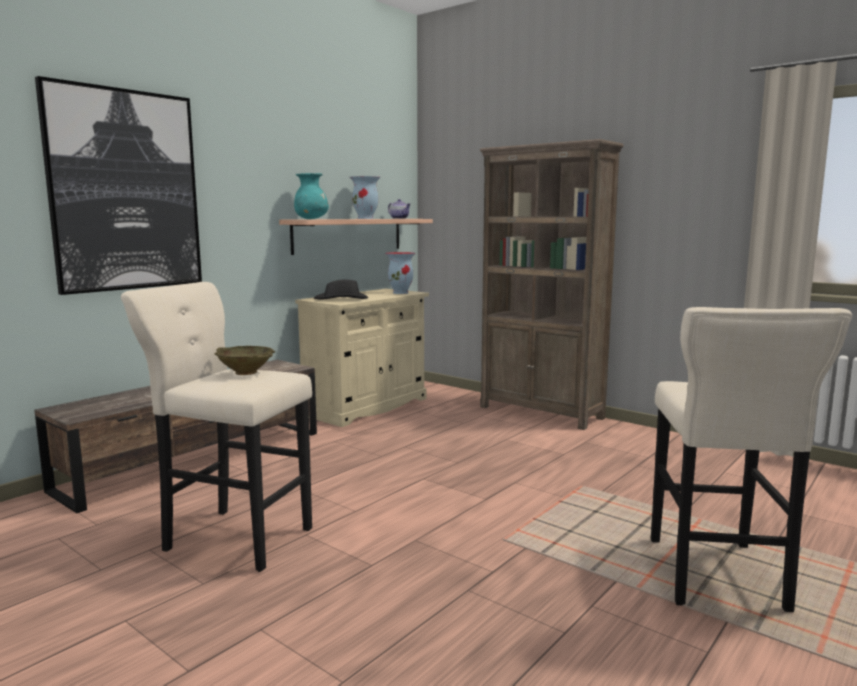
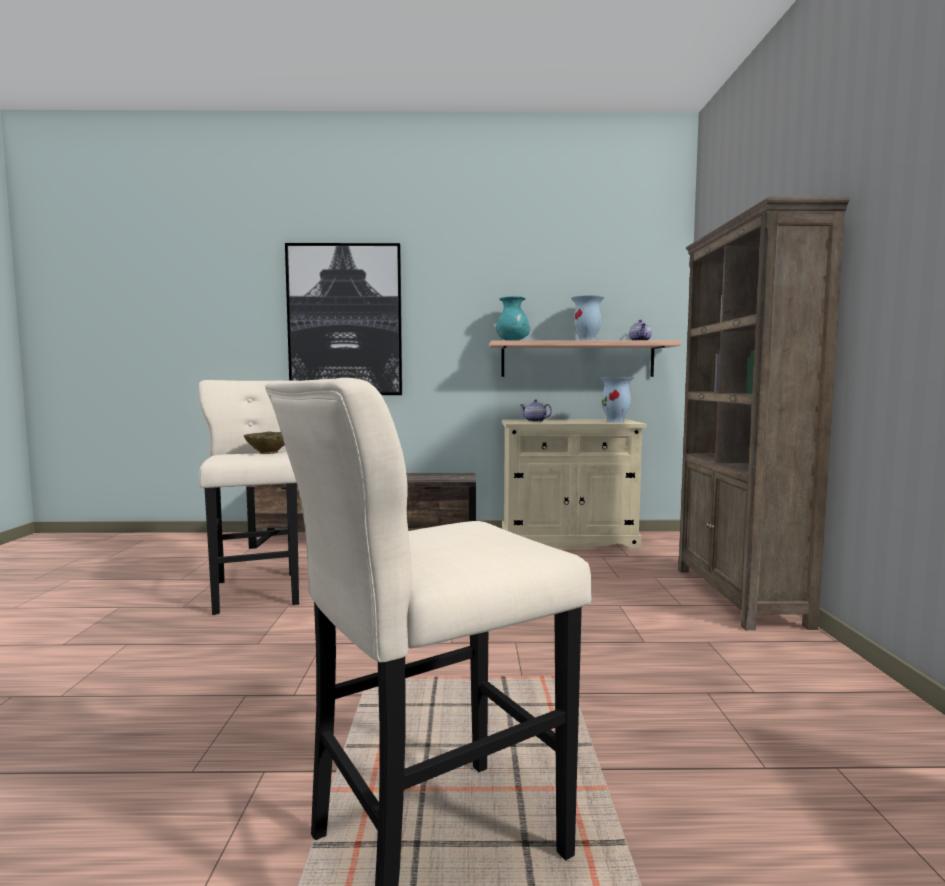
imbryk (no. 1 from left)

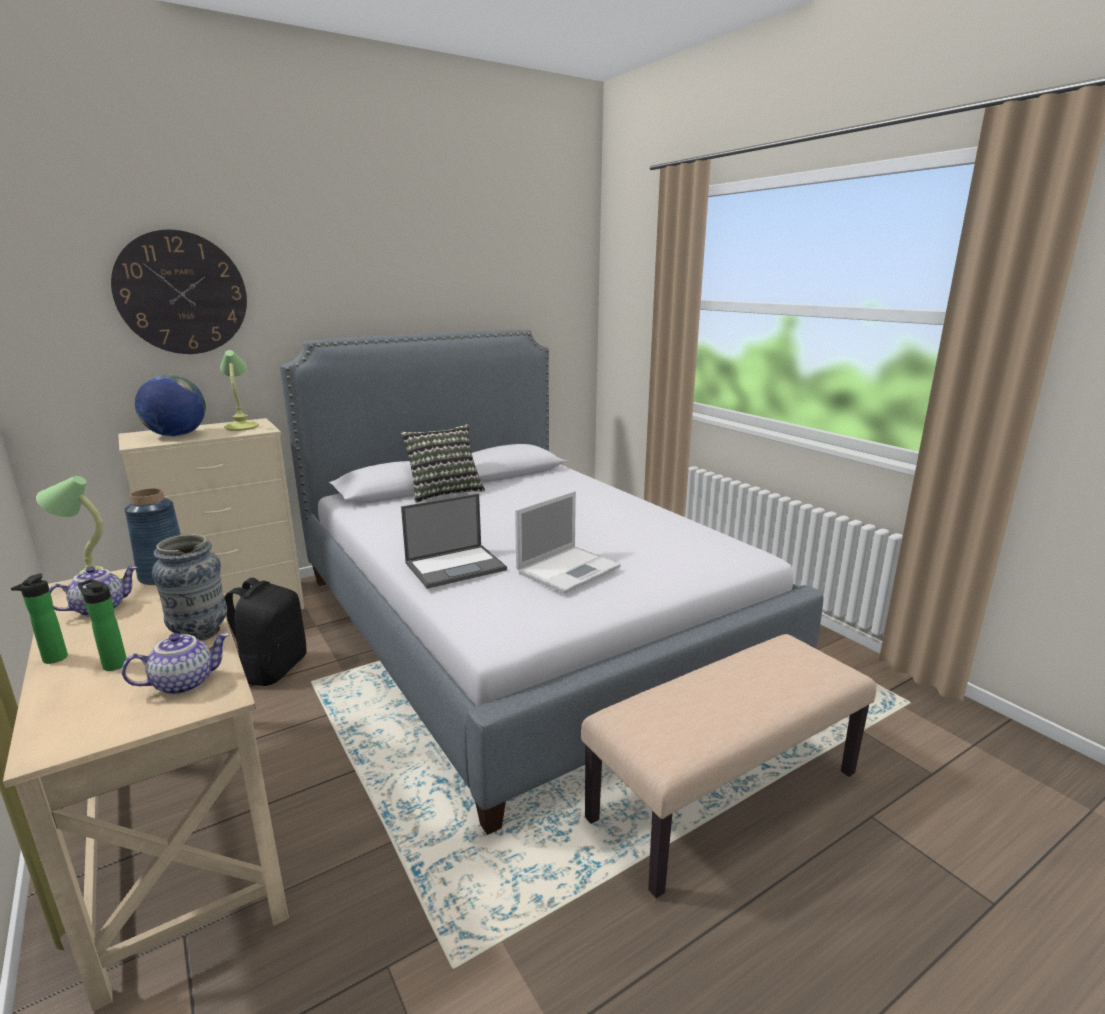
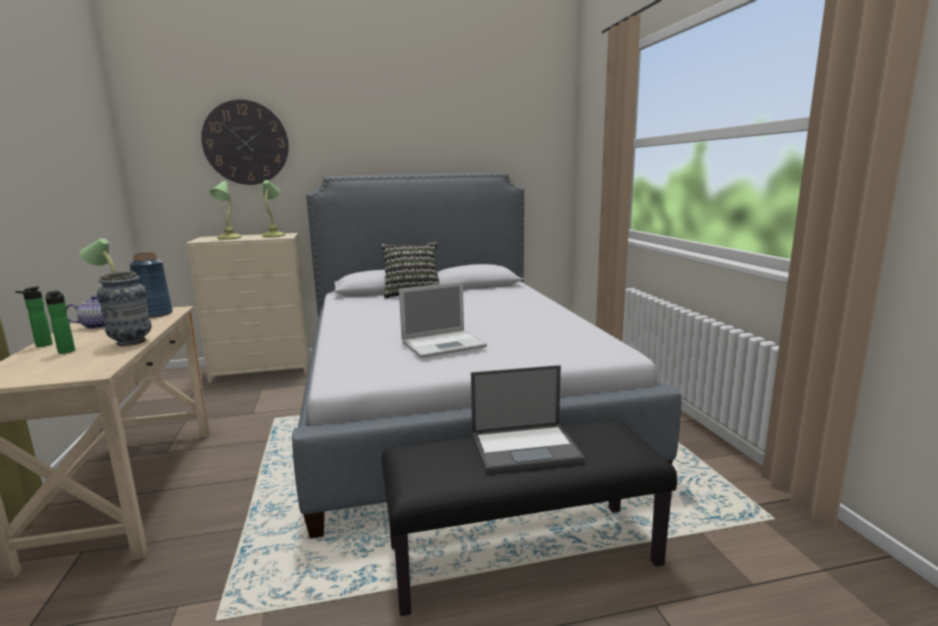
imbryk (no. 2 from left in the first image)
lampa stołowa (no. 2 from left)
plecak [czarny]
laptop (no. 2 from left)
ławka [czarny]

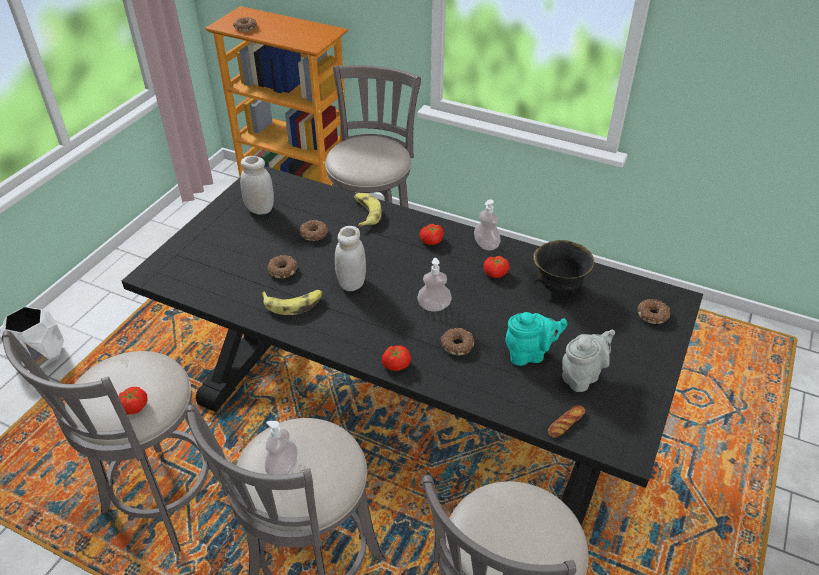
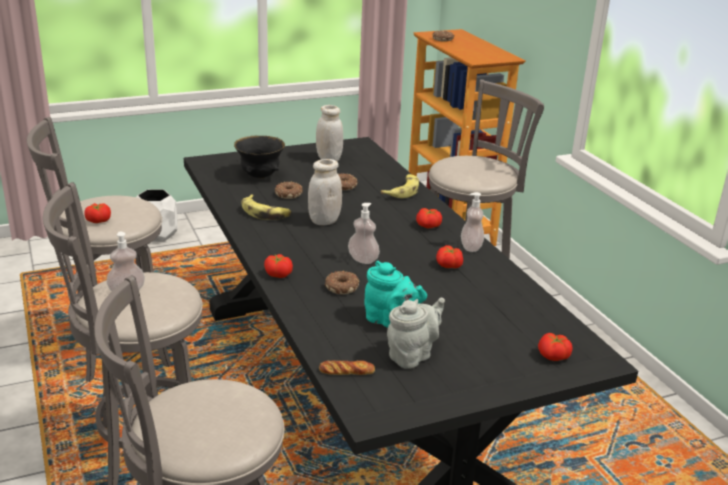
miska [czarny]
imbryk [szary]
pomidor (no. 5 from left)

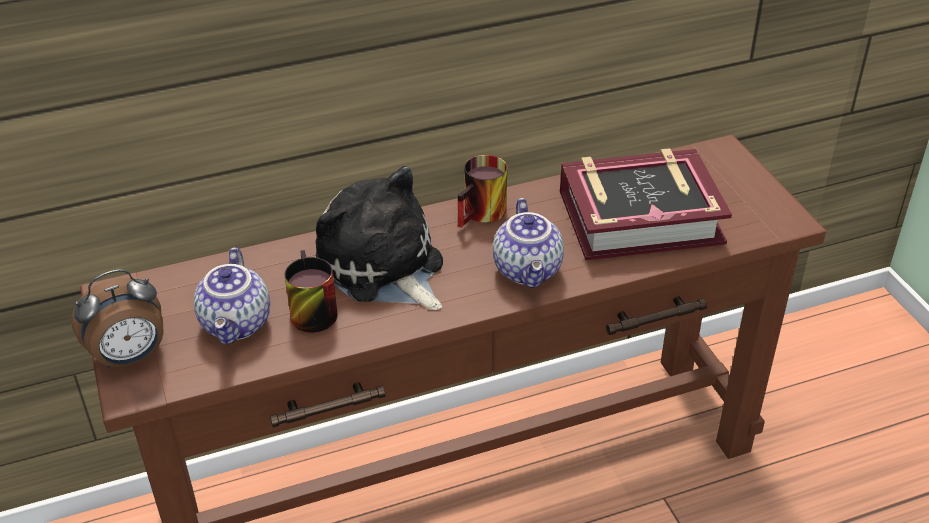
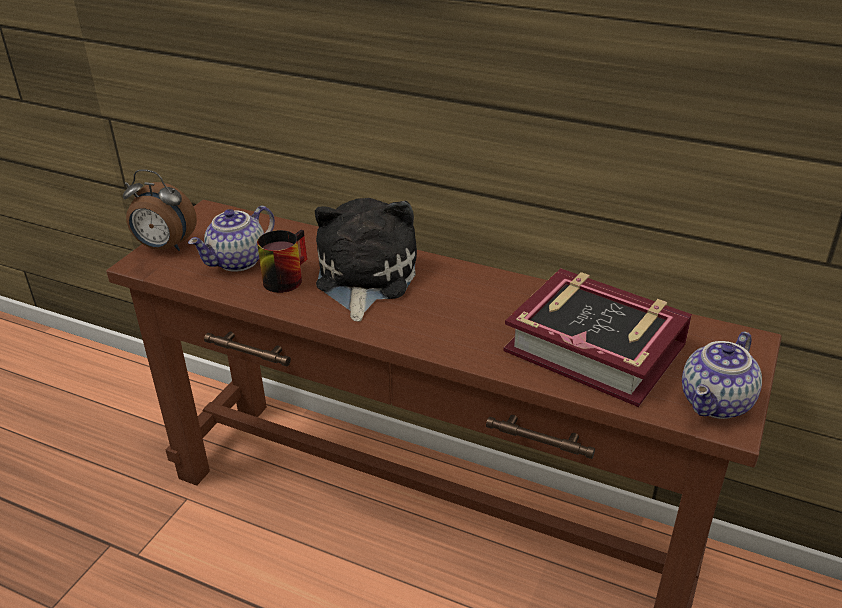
kubek (no. 2 from left in the first image)
imbryk (no. 2 from left)

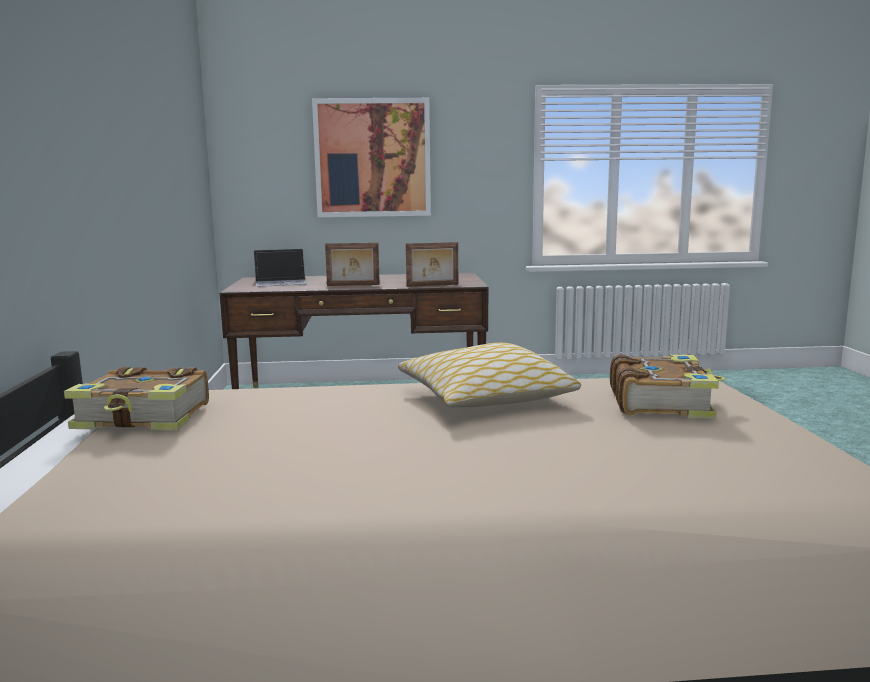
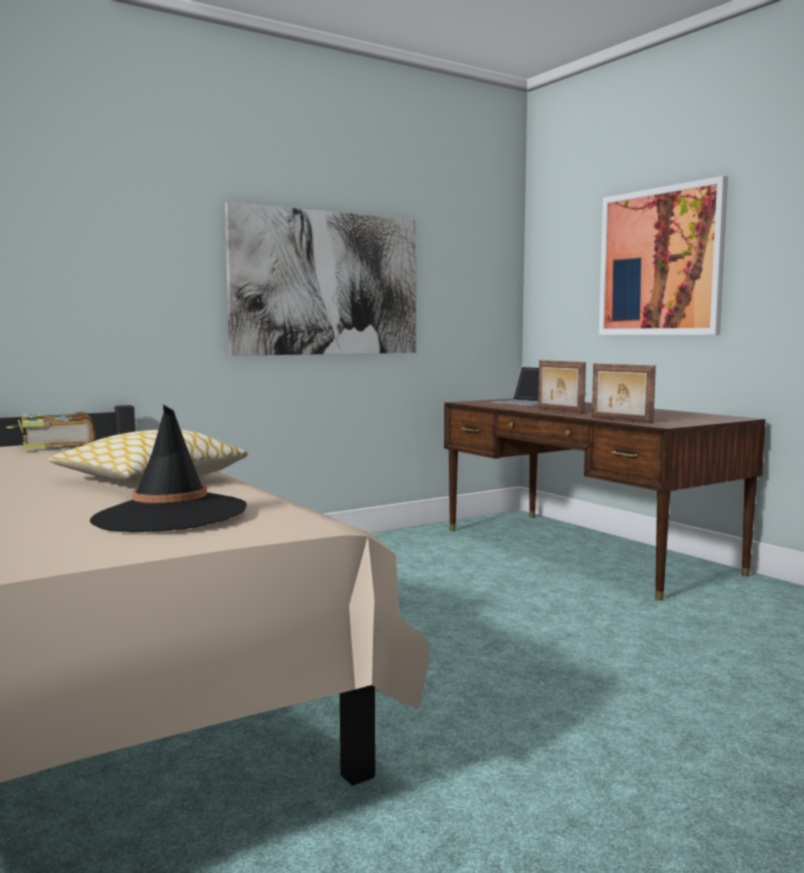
kapelusz [czarny]
obraz (no. 1 from left)

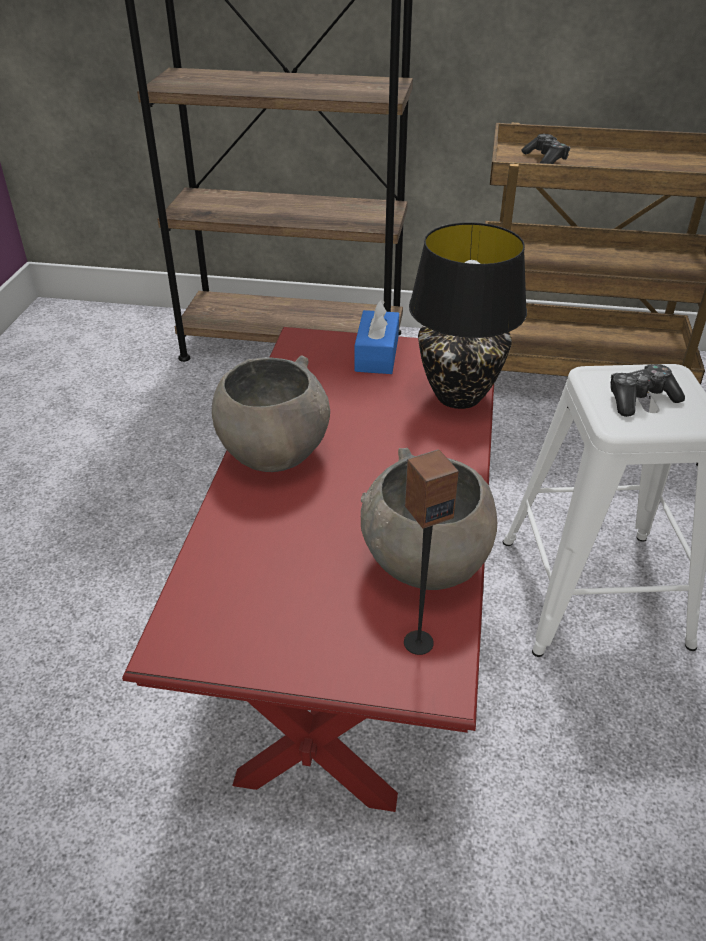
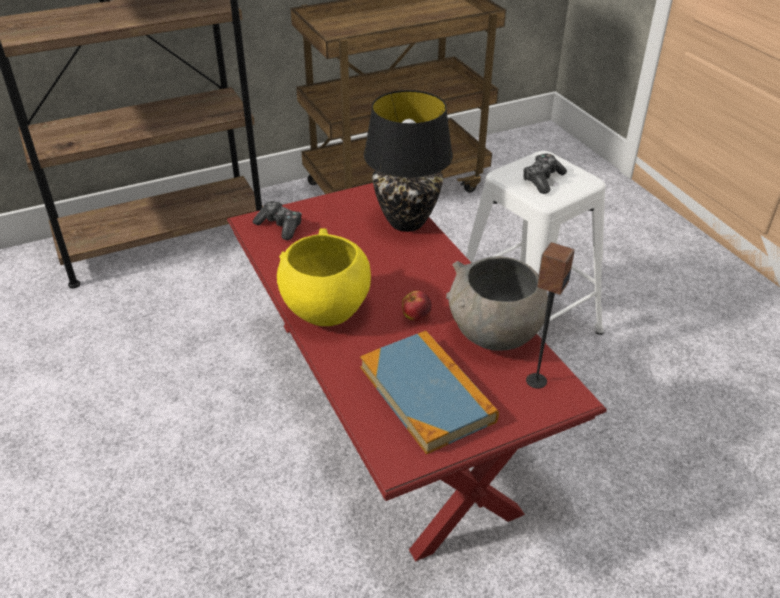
miska [żółty]
pudełko chusteczek [niebieski]
pad do gier (no. 1 from left)
książka
jabłko

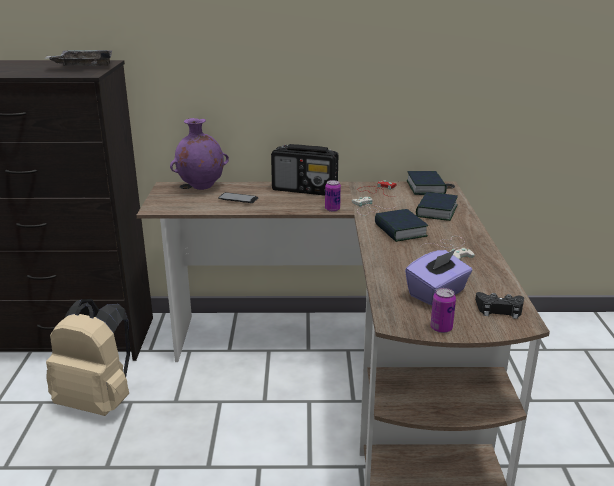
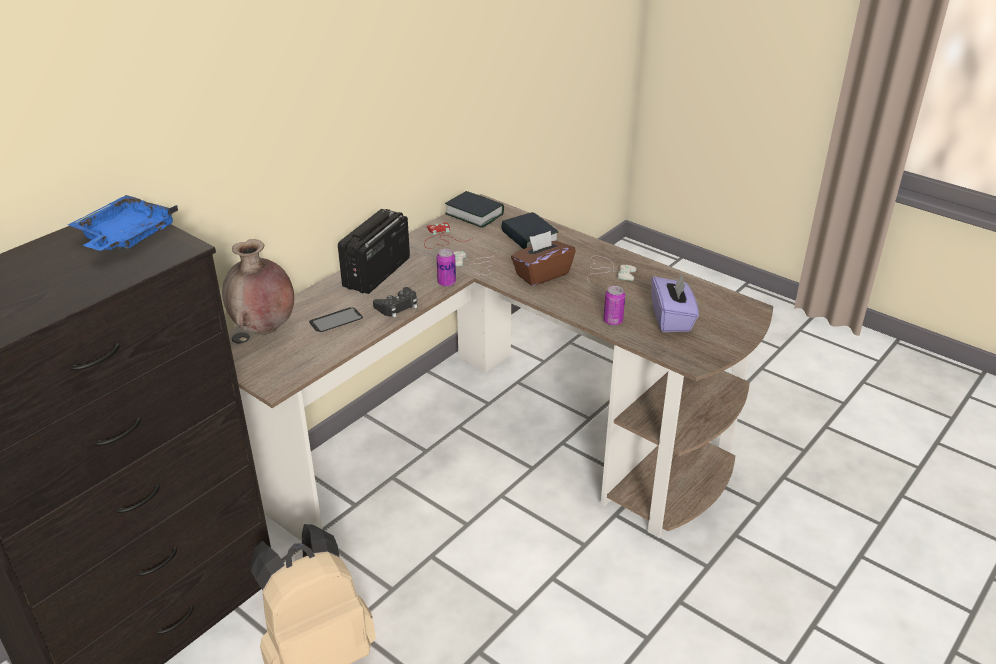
taca [niebieski]
wazon [brązowy]
radio
pudełko chusteczek [brązowy]
puszka (no. 2 from left)
pad do gier [czarny]

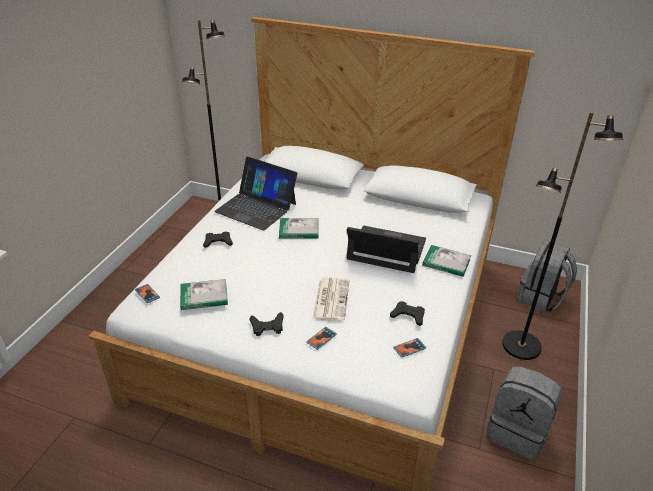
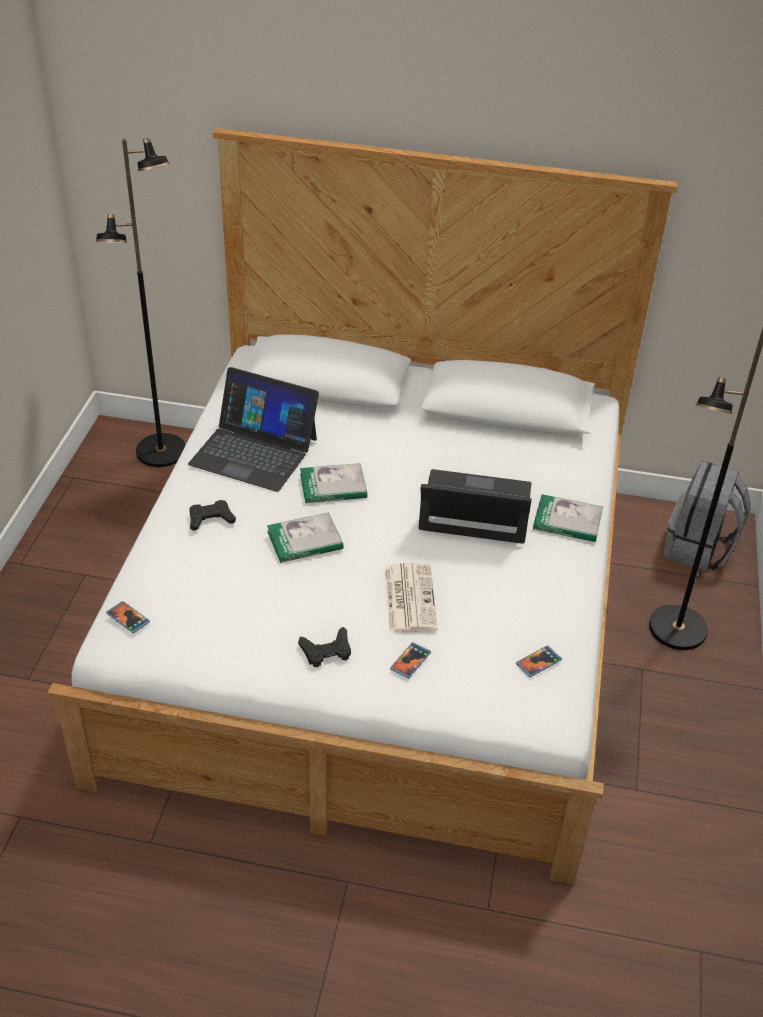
książka (no. 1 from left)
pad do gier [czarny] (no. 3 from left in the first image)
plecak [szary] (no. 1 from left in the first image)

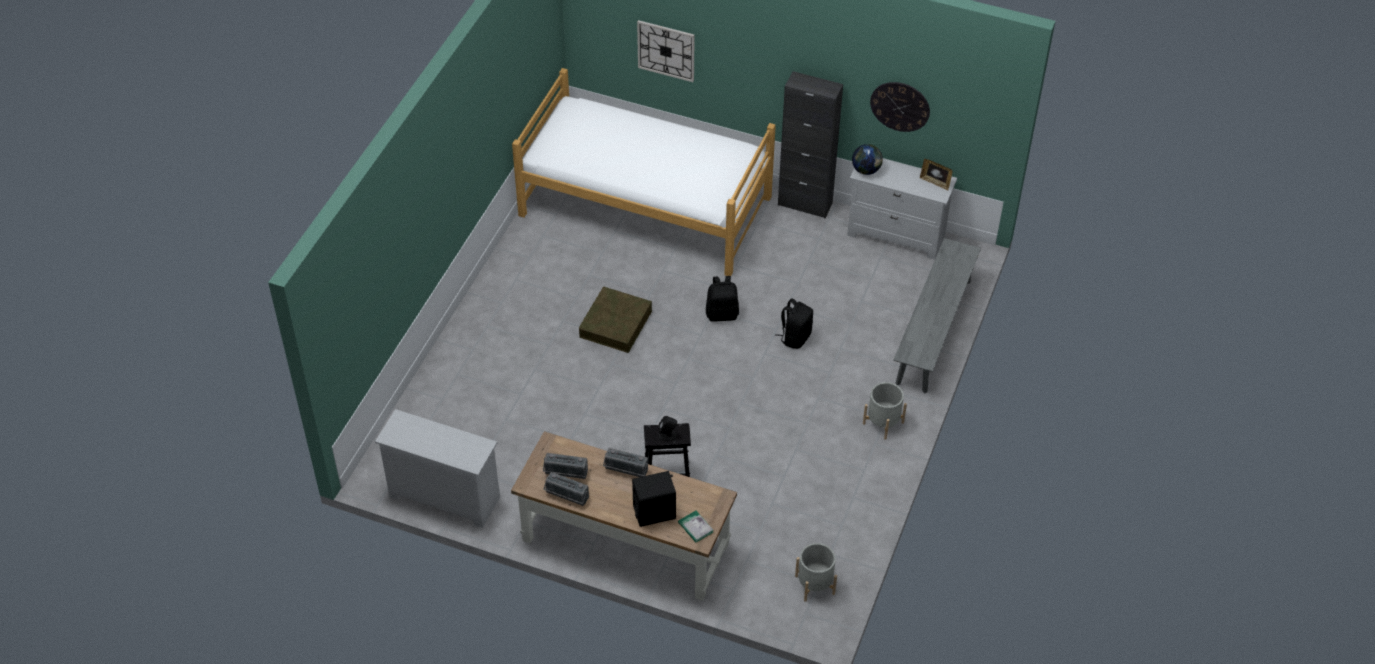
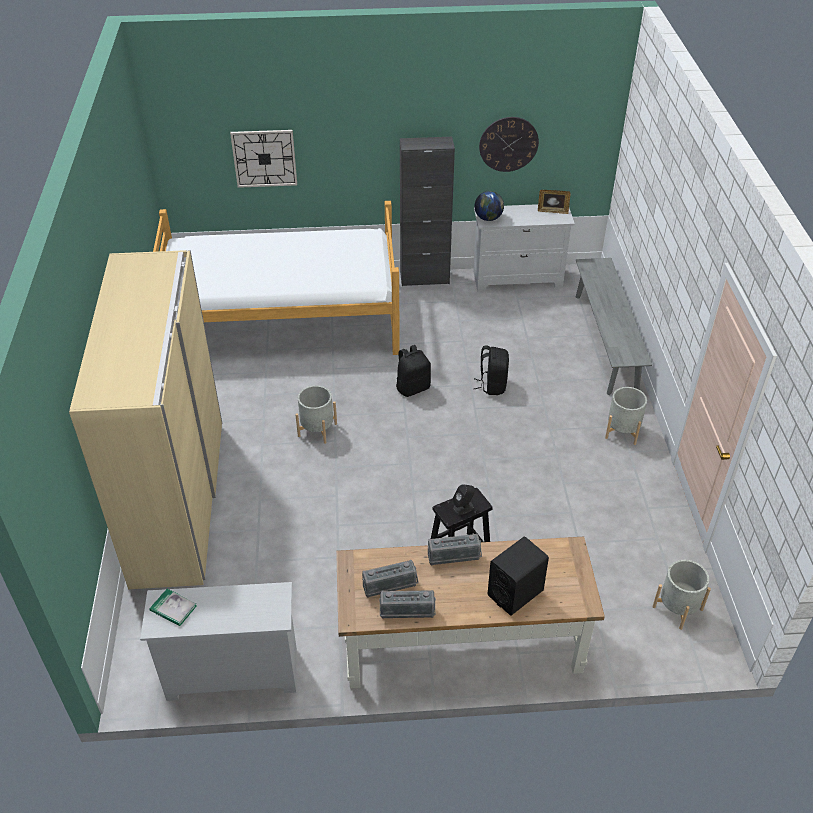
donica [szary] (no. 1 from left)
książka
szafa [beżowy]

